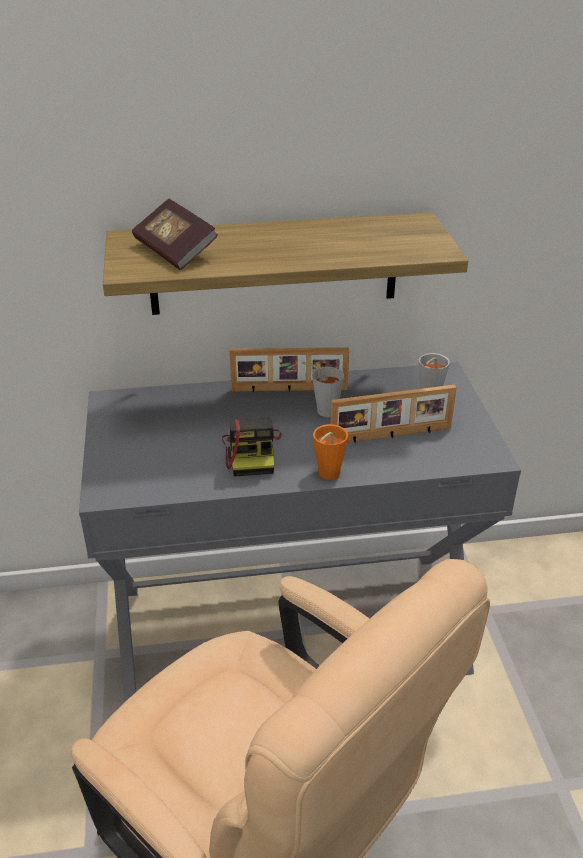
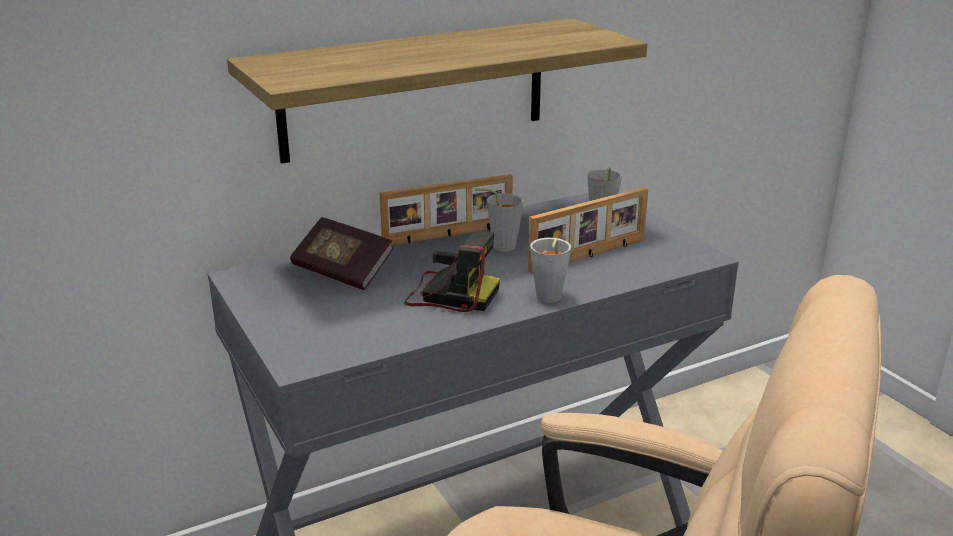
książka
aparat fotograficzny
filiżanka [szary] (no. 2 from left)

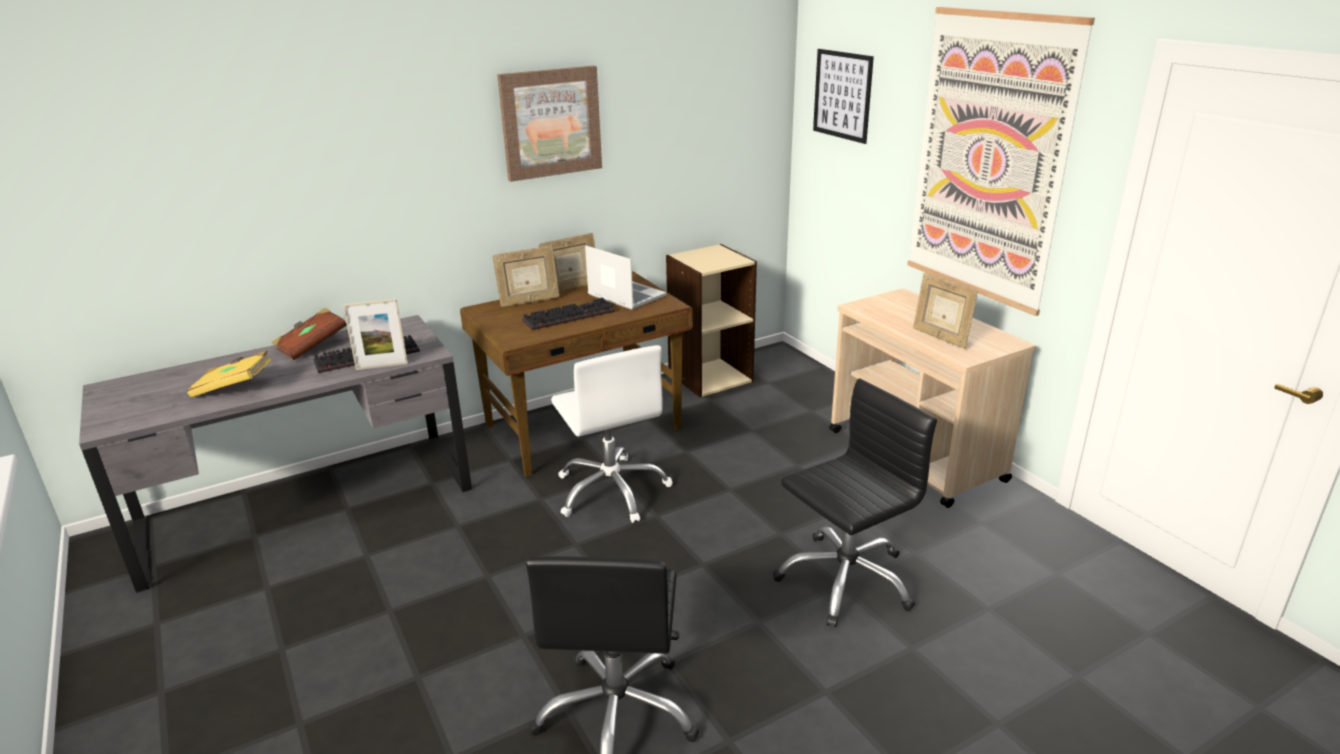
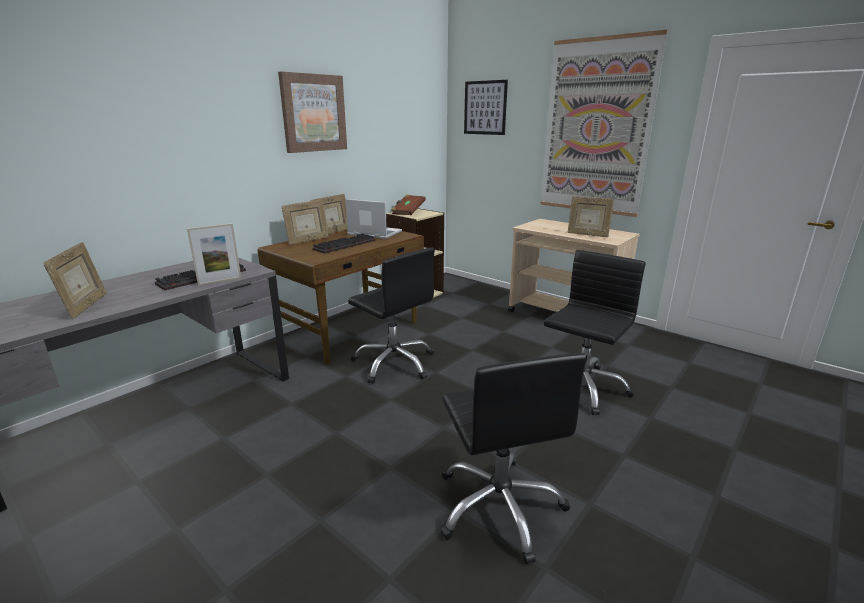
ramka na zdjęcie (no. 1 from left)
książka [brązowy]
krzesło biurowe [czarny] (no. 1 from left)

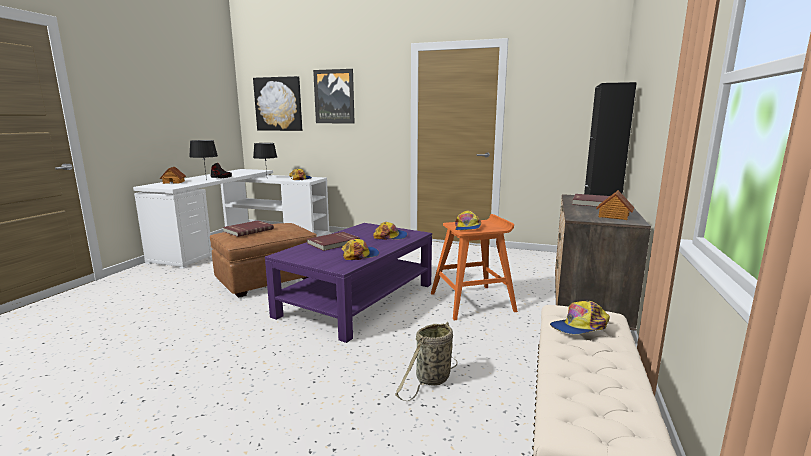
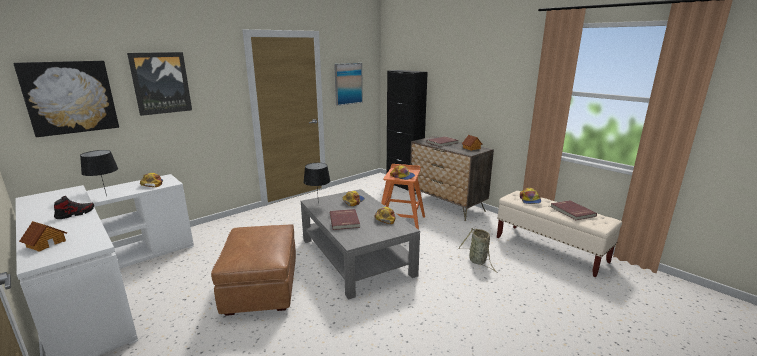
lampa stołowa [czarny] (no. 2 from left)
książka [czerwony] (no. 3 from left)
ława [szary]
obraz (no. 3 from left)

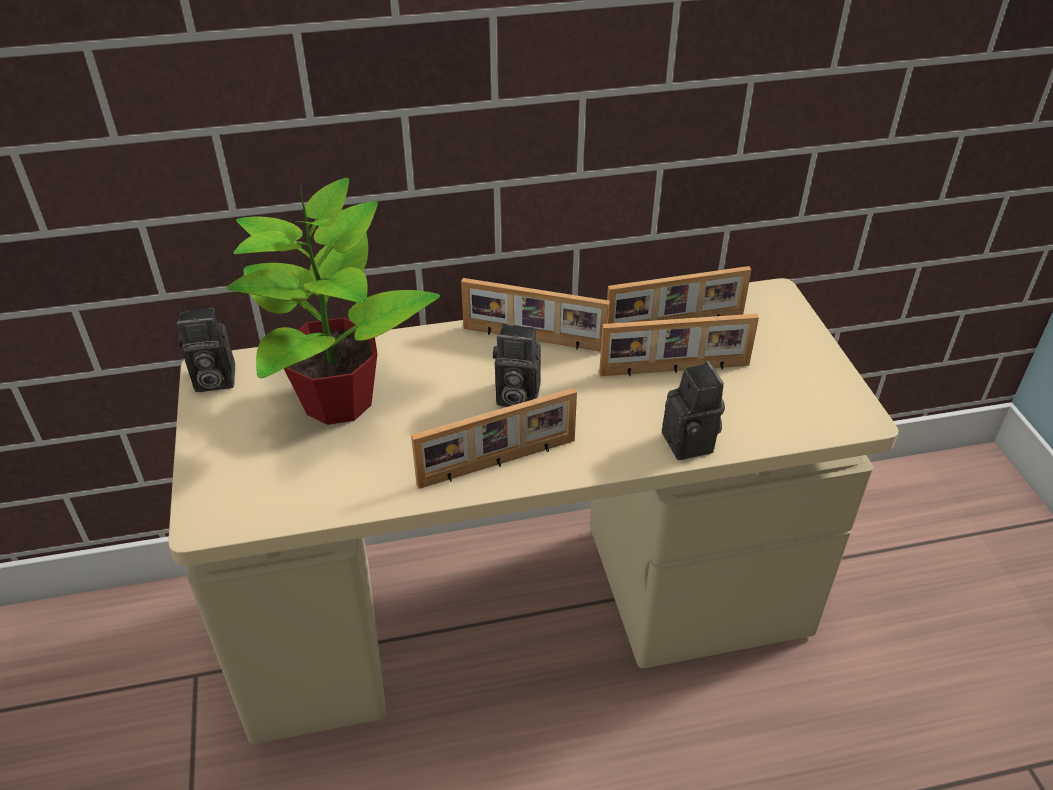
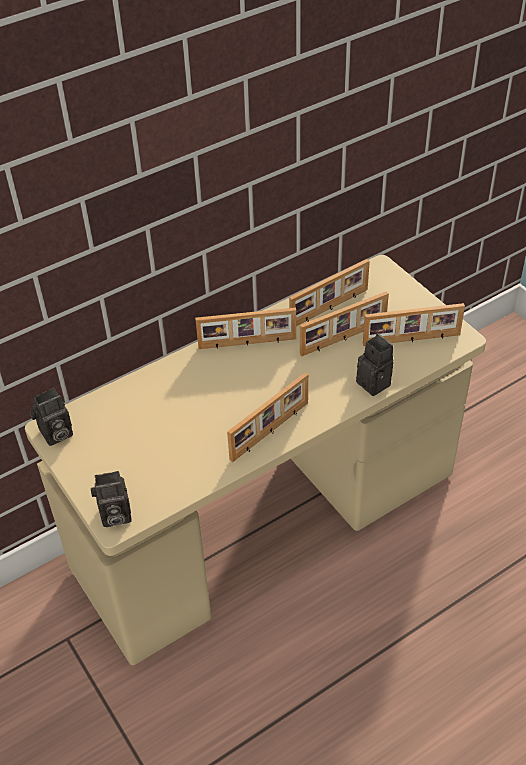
roślina doniczkowa
aparat fotograficzny (no. 2 from left)
ramka na zdjęcie (no. 5 from left)

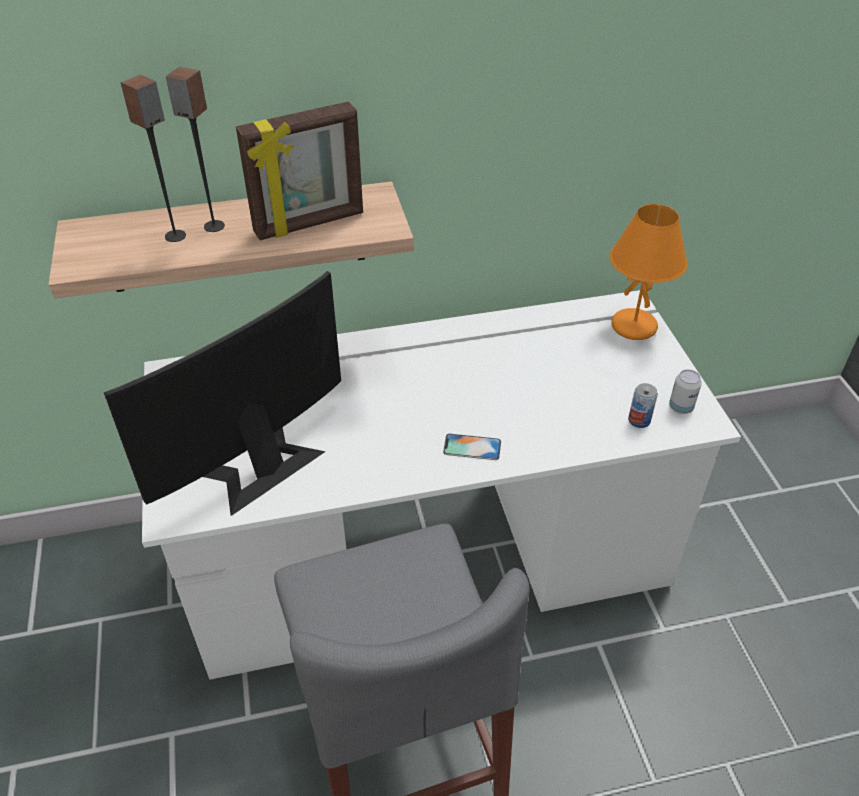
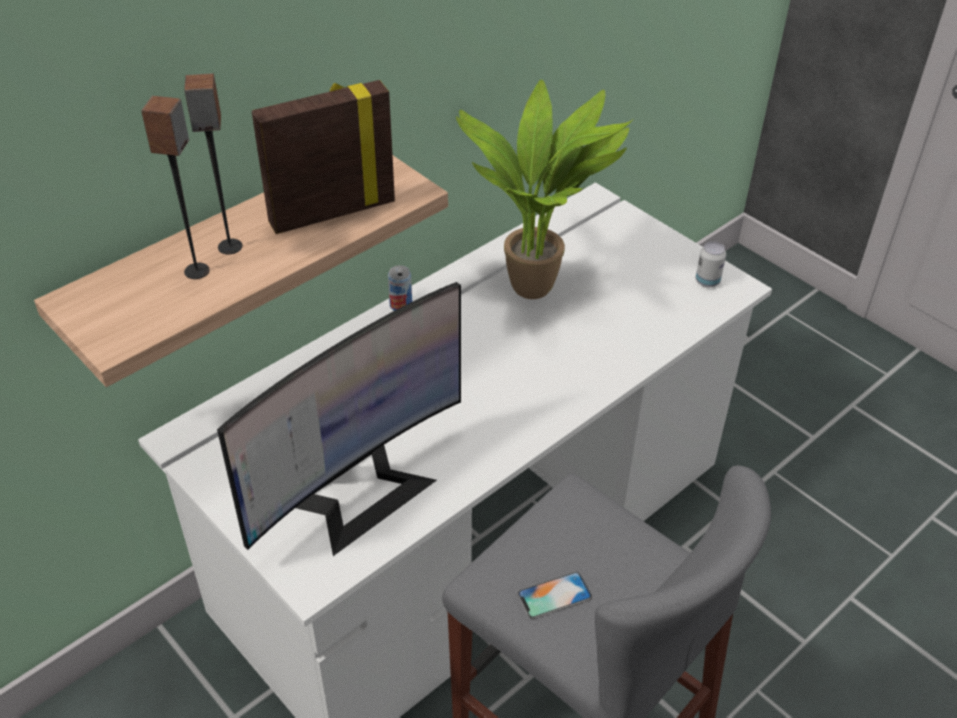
monitor
ramka na zdjęcie
telefon
lampa stołowa [pomarańczowy]
puszka (no. 1 from left)
roślina doniczkowa

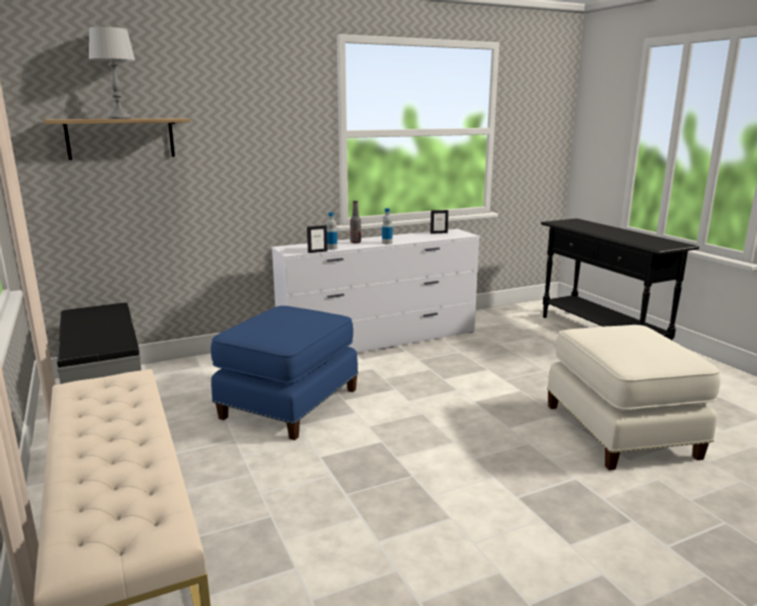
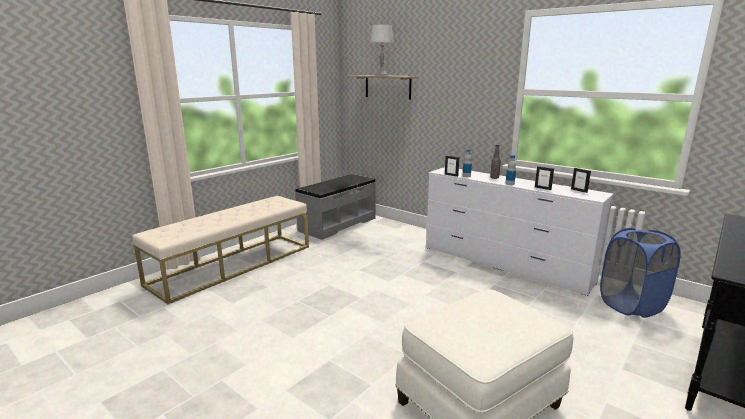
pufa [niebieski]
ramka na zdjęcie (no. 2 from left)
kosz na pranie [niebieski]

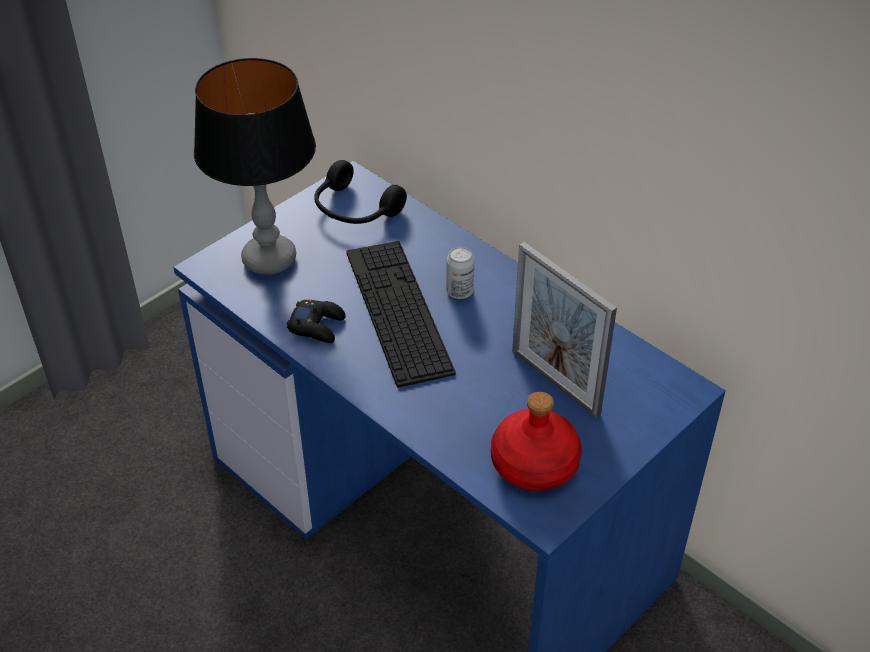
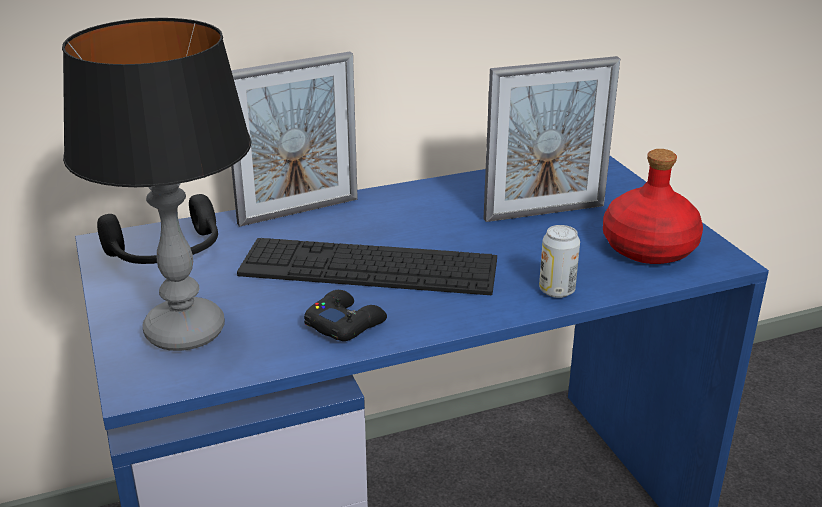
puszka
ramka na zdjęcie (no. 1 from left)

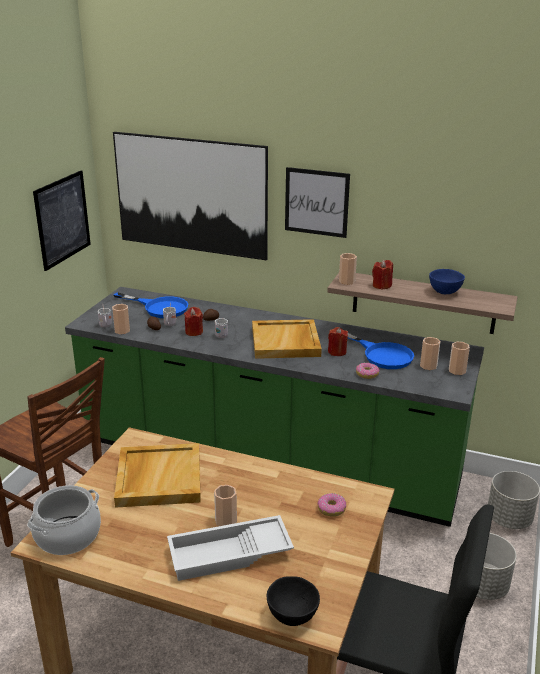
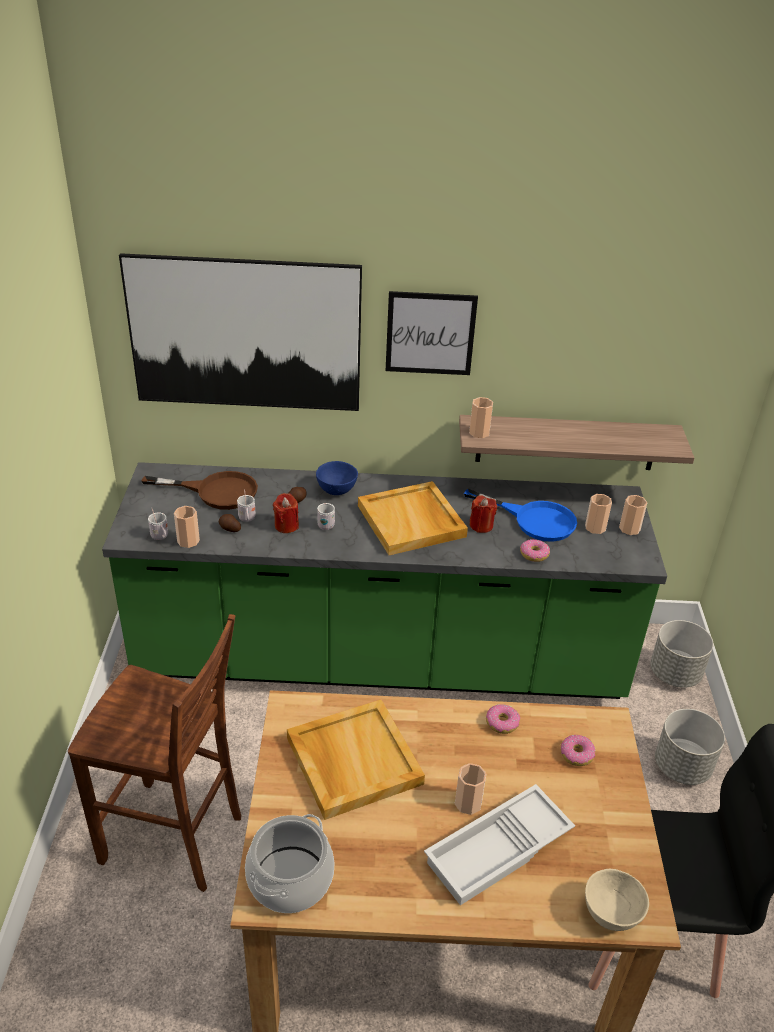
obraz (no. 1 from left in the first image)
patelnia [brązowy]
miska [beżowy]
świeca [czerwony] (no. 3 from left in the first image)
miska [niebieski]
donut (no. 1 from left)

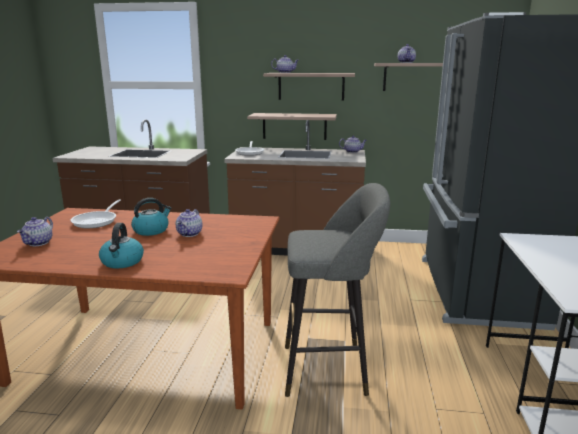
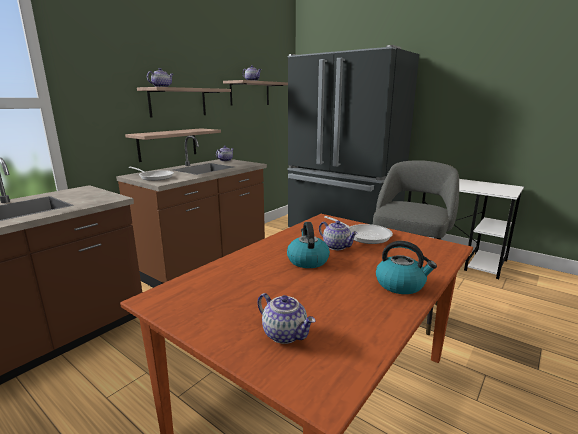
patelnia (no. 2 from left)

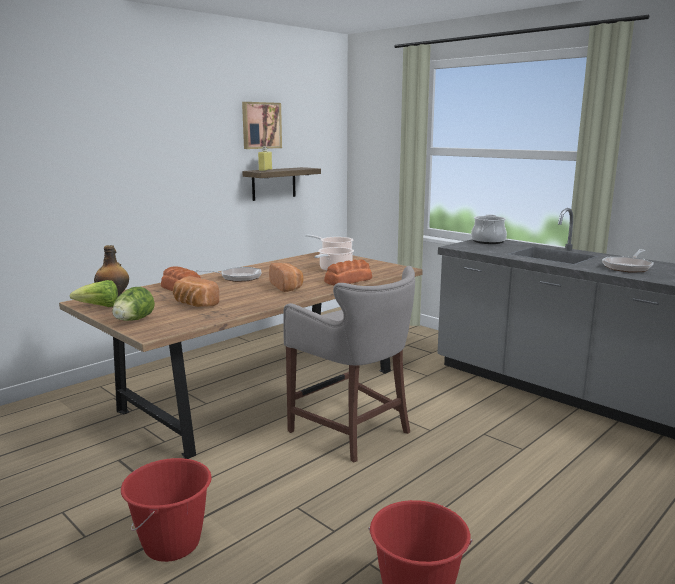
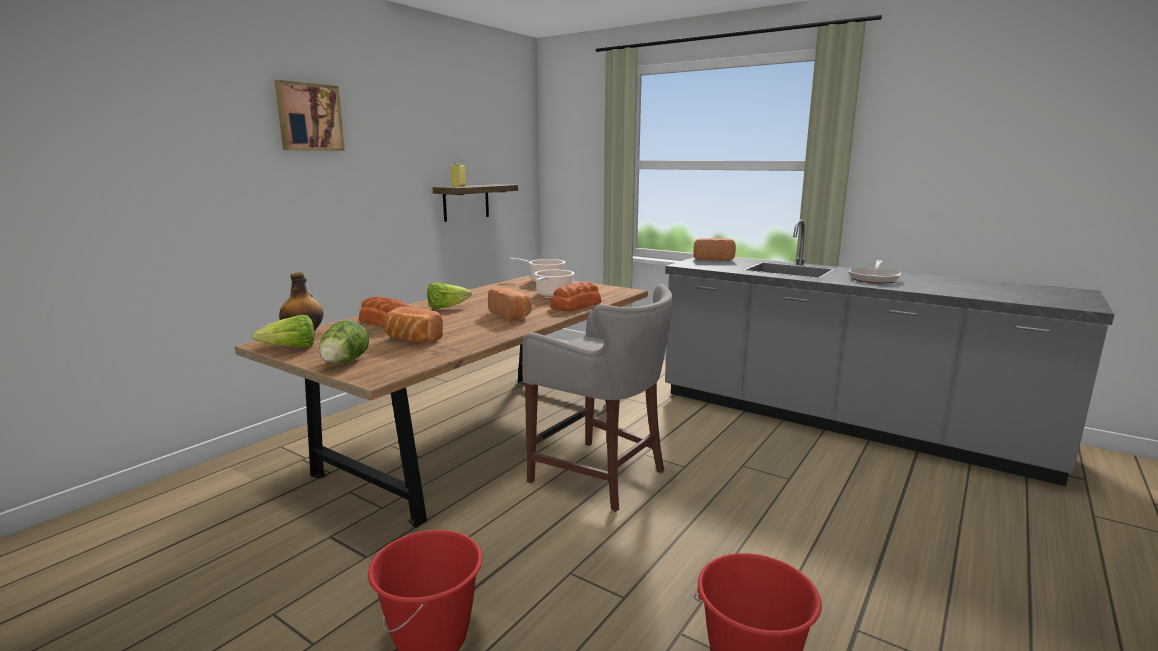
sałata (no. 3 from left)
obraz
chleb (no. 5 from left)

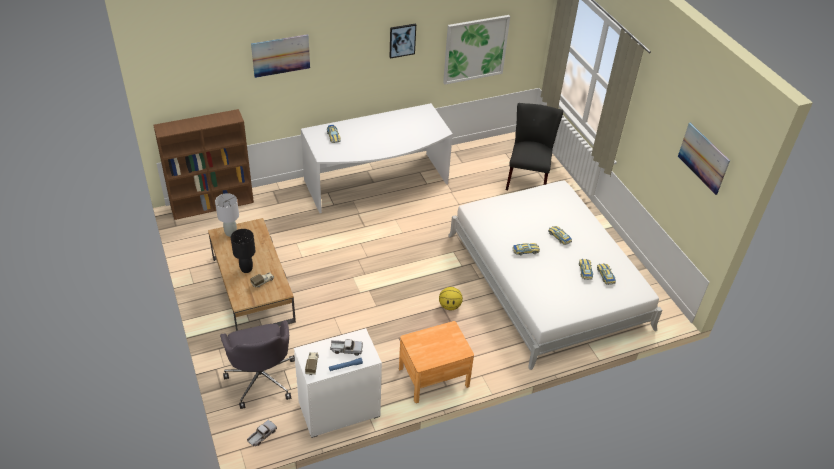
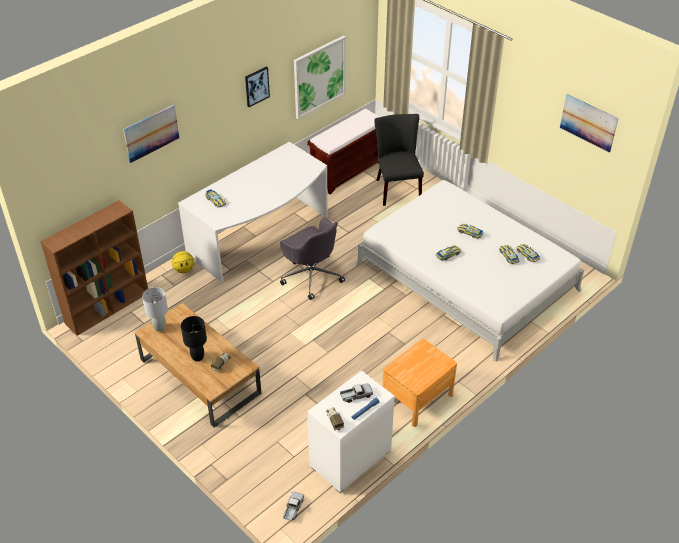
krzesło biurowe [szary]
piłka do koszykówki
ławka [brązowy]

